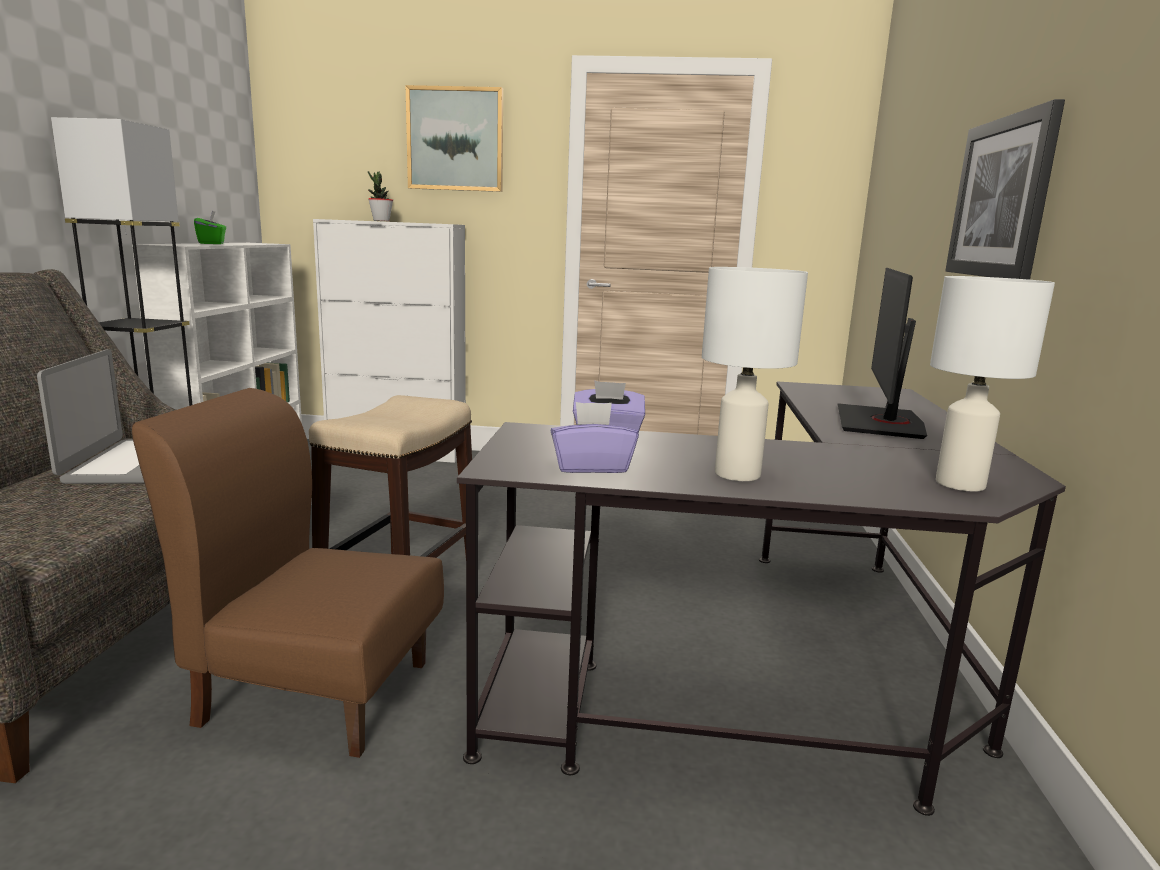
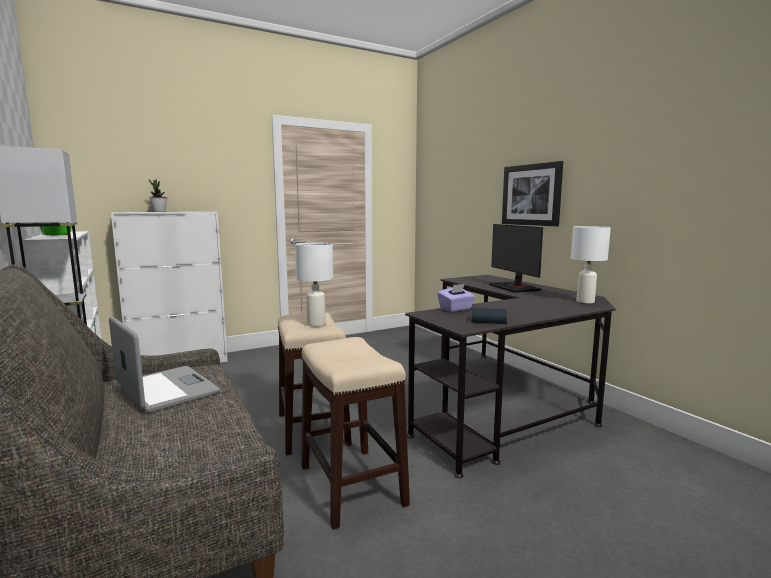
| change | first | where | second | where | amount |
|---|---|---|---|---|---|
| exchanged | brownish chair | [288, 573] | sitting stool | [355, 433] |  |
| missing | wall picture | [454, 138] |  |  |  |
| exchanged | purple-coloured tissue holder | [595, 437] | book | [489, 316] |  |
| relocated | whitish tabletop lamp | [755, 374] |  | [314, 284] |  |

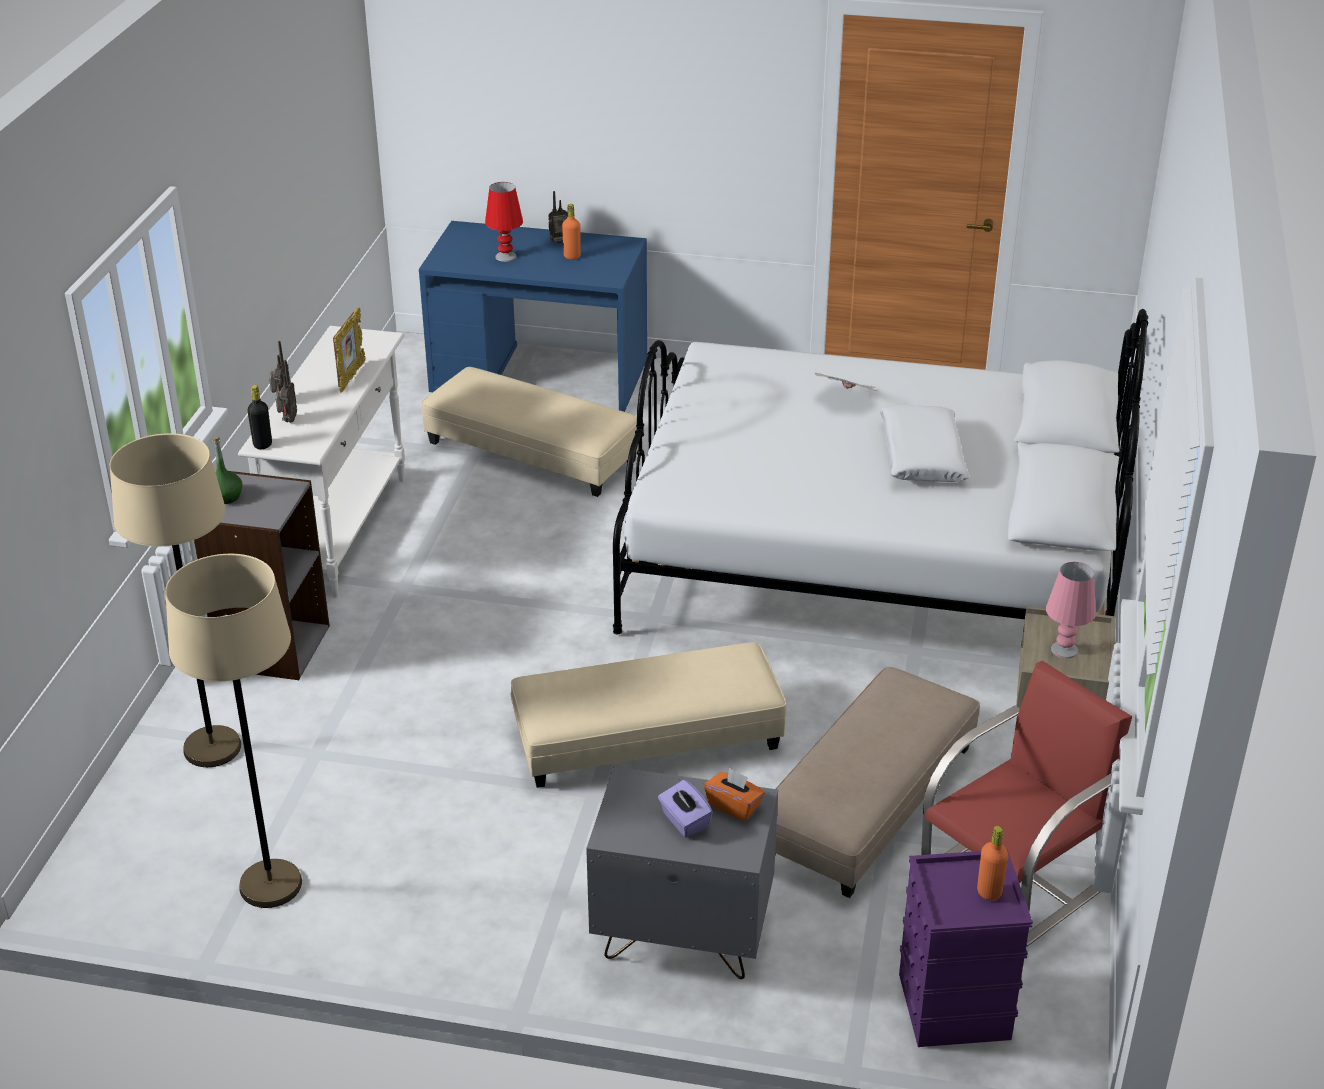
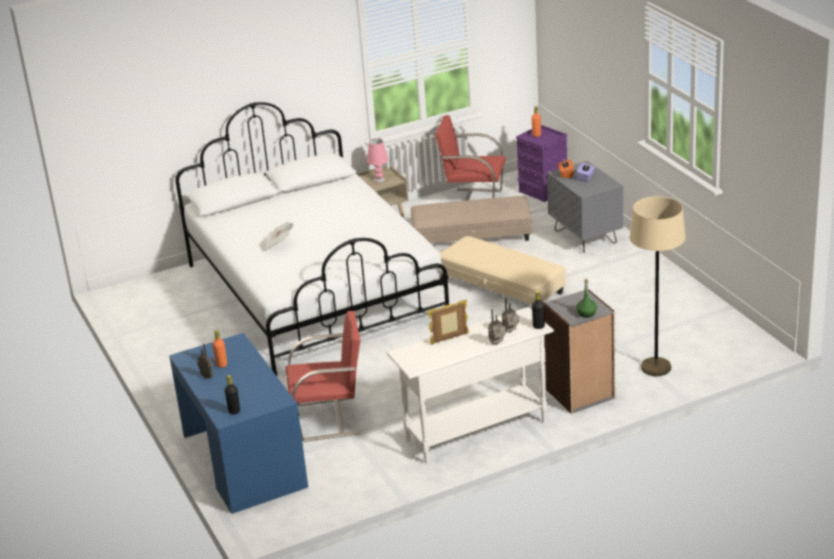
| change | first | where | second | where | amount |
|---|---|---|---|---|---|
| missing | sand-coloured standard lamp | [233, 731] |  |  |  |
| exchanged | sand-coloured ottoman | [530, 432] | red chair | [323, 376] |  |
| missing | red tabletop lamp | [504, 222] |  |  |  |
| missing | whitish cushion | [925, 443] |  |  |  |
| appeared |  |  | black-coloured drink bottle | [232, 394] |  |

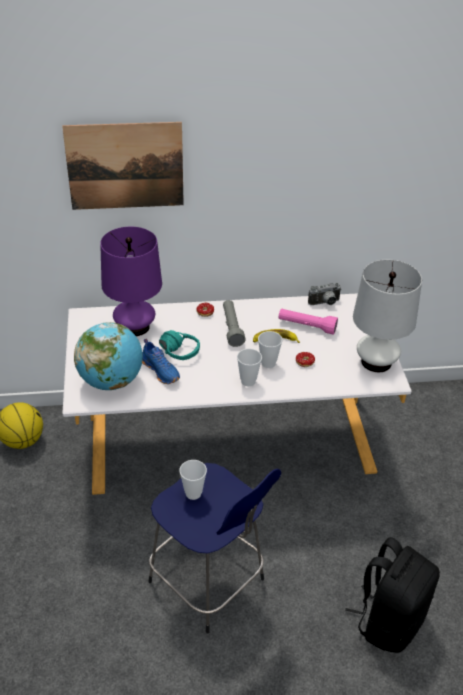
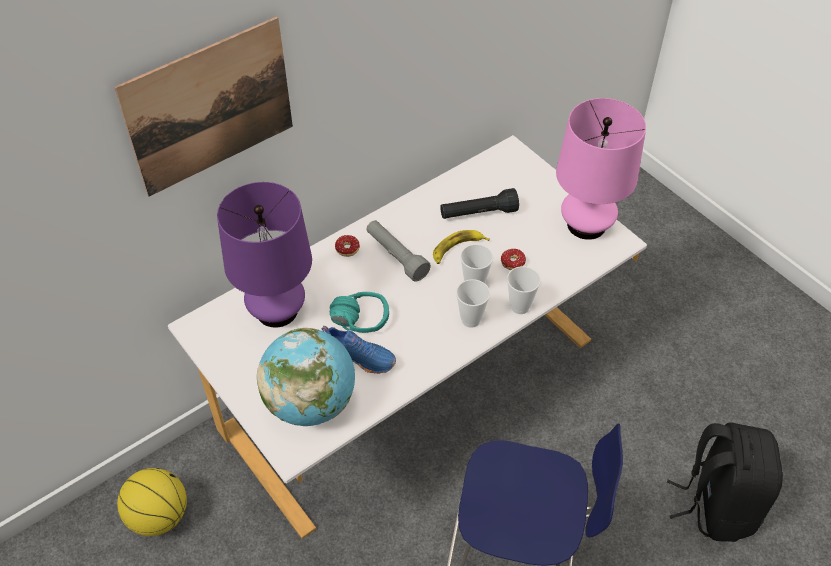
| change | first | where | second | where | amount |
|---|---|---|---|---|---|
| relocated | cup | [193, 480] |  | [524, 290] |  |
| colour | pink-coloured torch | [308, 322] | black-coloured torch | [479, 203] |  |
| missing | still camera | [325, 294] |  |  |  |
| colour | whitish tabletop lamp | [387, 316] | pink-coloured tabletop lamp | [601, 169] |  |

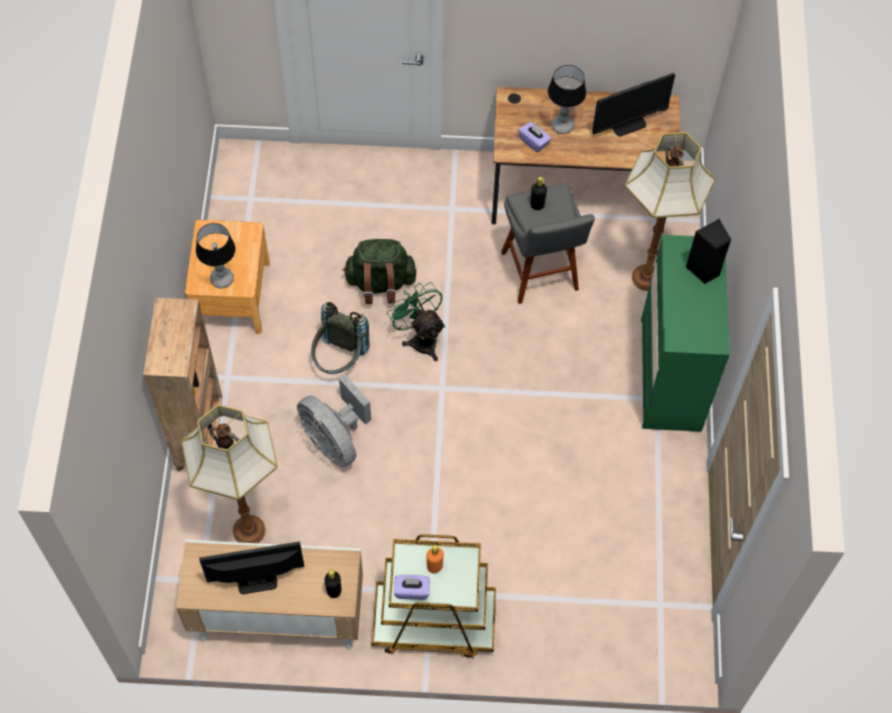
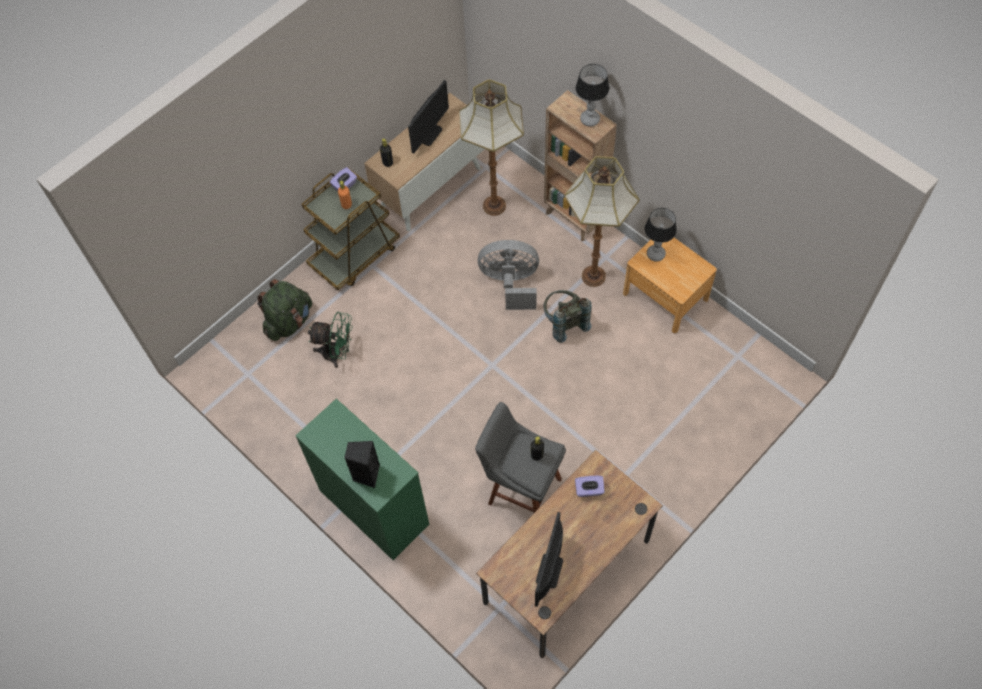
| change | first | where | second | where | amount |
|---|---|---|---|---|---|
| relocated | green knapsack | [380, 271] |  | [285, 310] |  |
| relocated | green fan | [416, 321] |  | [330, 340] |  |
| relocated | tabletop lamp | [567, 99] |  | [592, 95] |  |
| relocated | standard lamp | [670, 211] |  | [601, 221] |  |

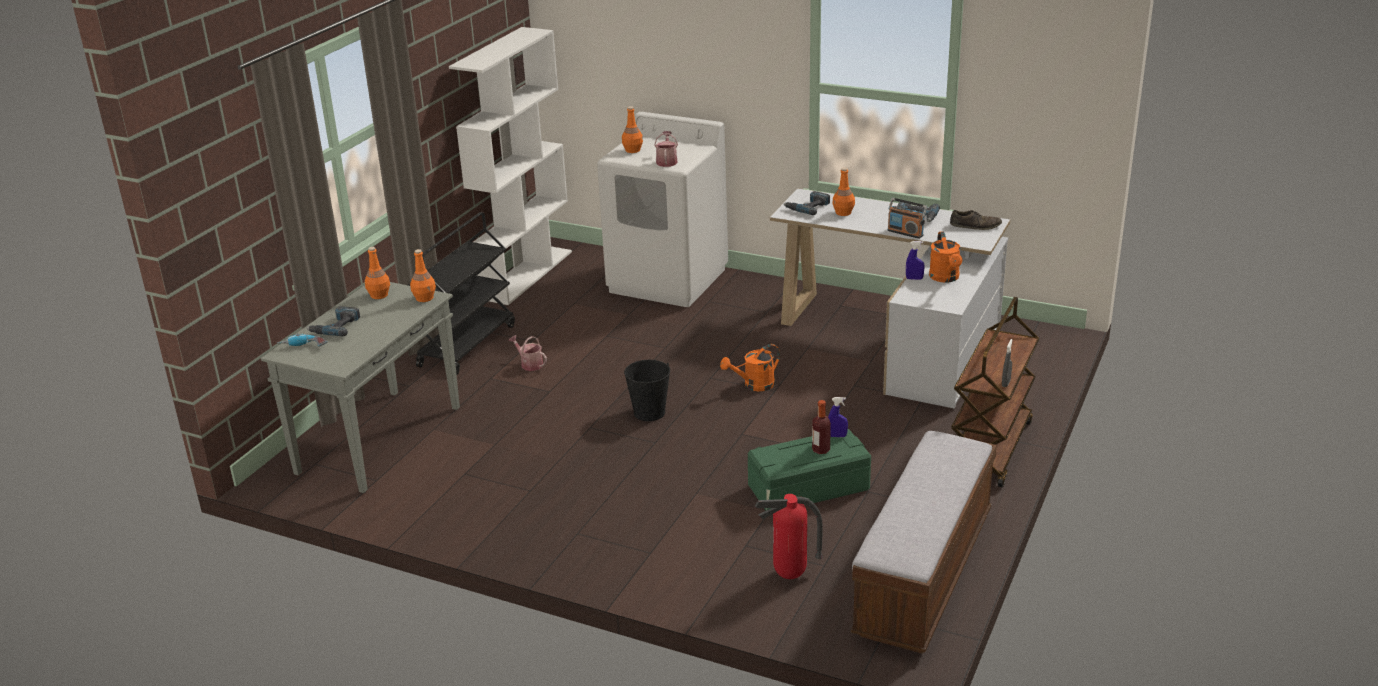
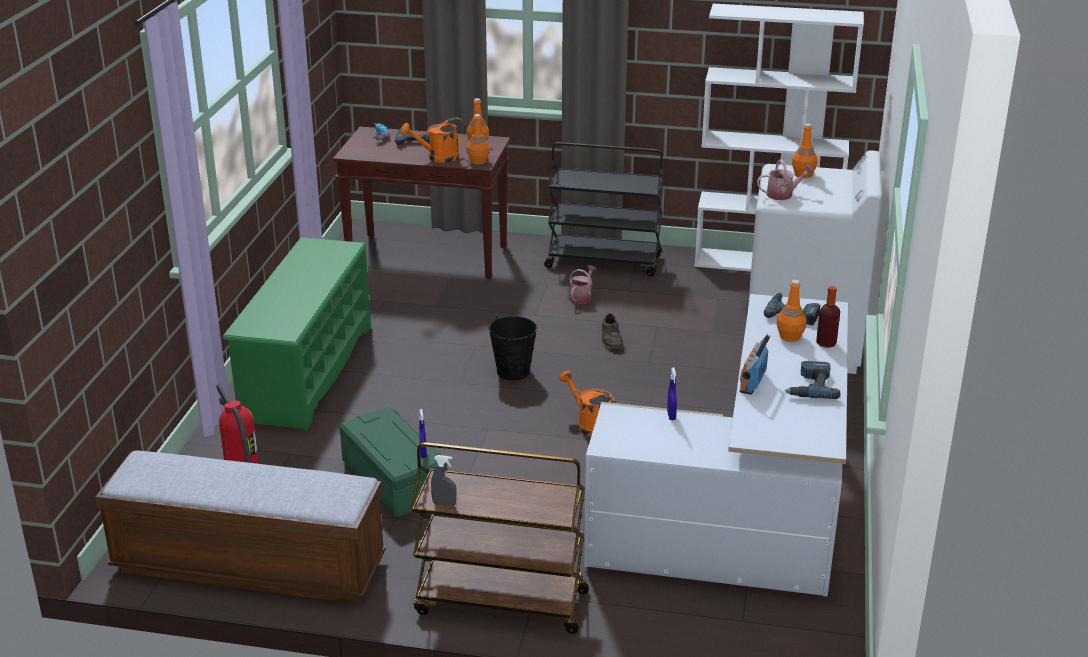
| change | first | where | second | where | amount |
|---|---|---|---|---|---|
| colour | grey console table | [360, 387] | brownish console table | [421, 203] |  |
| relocated | drink bottle | [821, 427] |  | [828, 317] |  |
| relocated | orange watering can | [945, 257] |  | [433, 140] |  |
| relocated | brownish shoe | [976, 220] |  | [612, 331] |  |
| appeared |  |  | green shoe rack | [296, 334] |  |

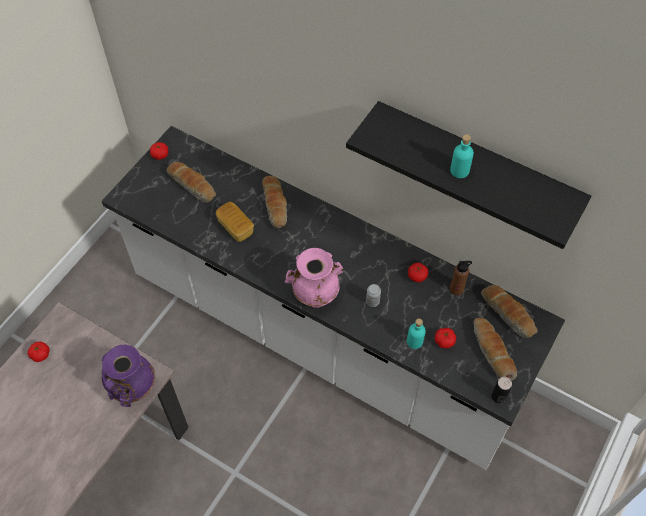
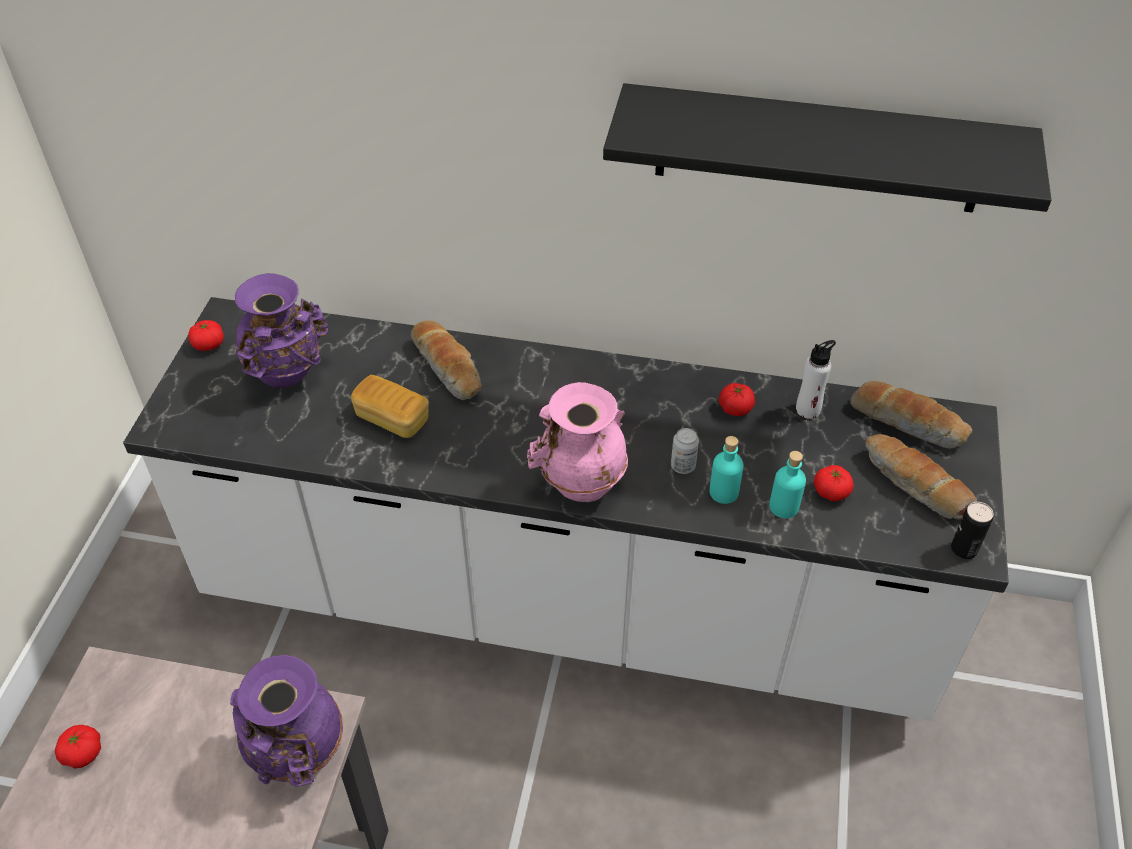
| change | first | where | second | where | amount |
|---|---|---|---|---|---|
| exchanged | bakery bread | [191, 182] | purple-coloured vase | [281, 330] |  |
| relocated | turquoise-coloured drink bottle | [462, 156] |  | [726, 470] |  |
| colour | brownish drink bottle | [461, 278] | whitish drink bottle | [816, 379] |  |

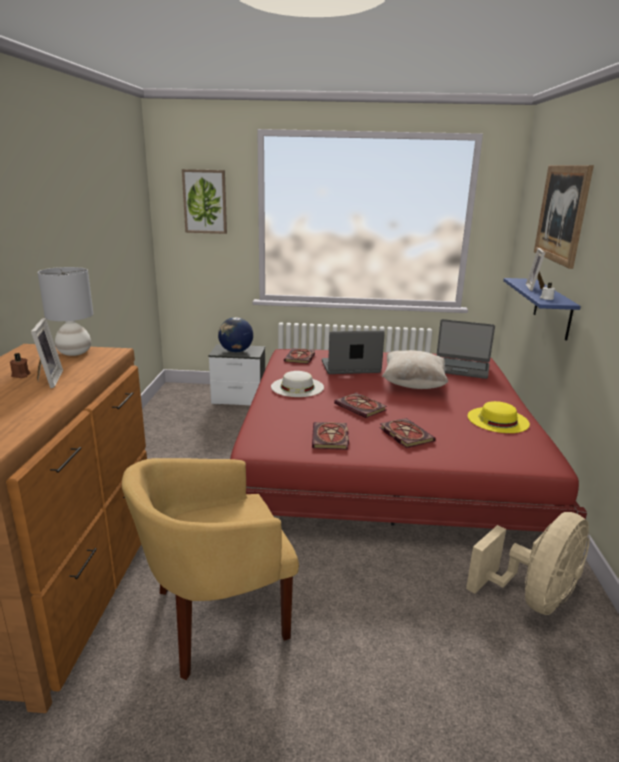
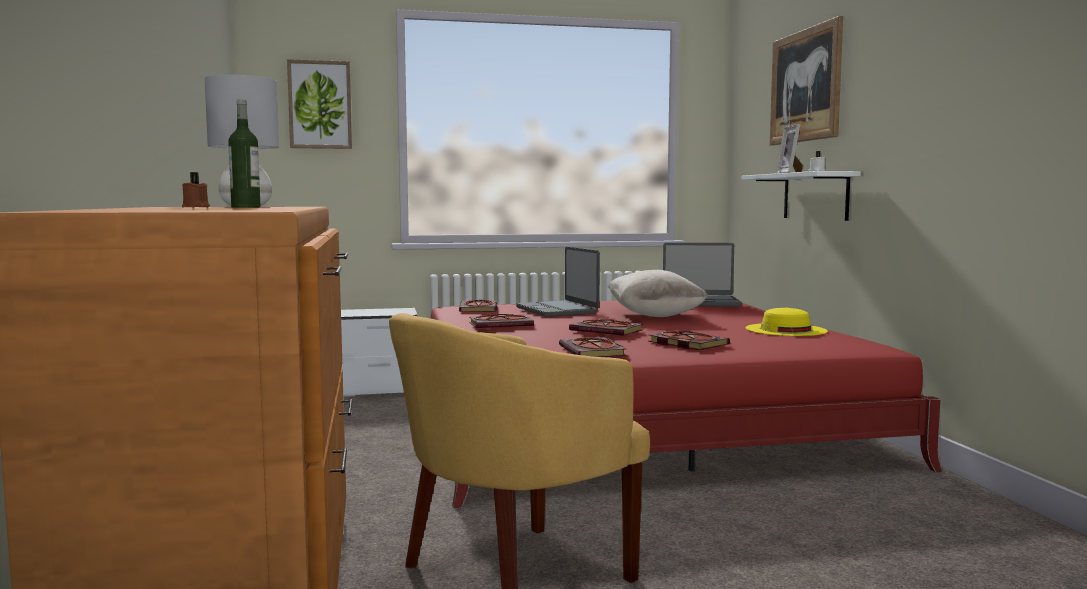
| change | first | where | second | where | amount |
|---|---|---|---|---|---|
| exchanged | picture frame | [47, 353] | drink bottle | [244, 153] |  |
| missing | globe | [235, 334] |  |  |  |
| exchanged | whitish hat | [297, 384] | book | [501, 321] |  |
| spun | laptop | [353, 352] |  | [558, 282] | 90 degrees counterclockwise |
| missing | sand-coloured fan | [528, 563] |  |  |  |
| colour | bluish shelf | [542, 309] | whitish shelf | [801, 196] |  |

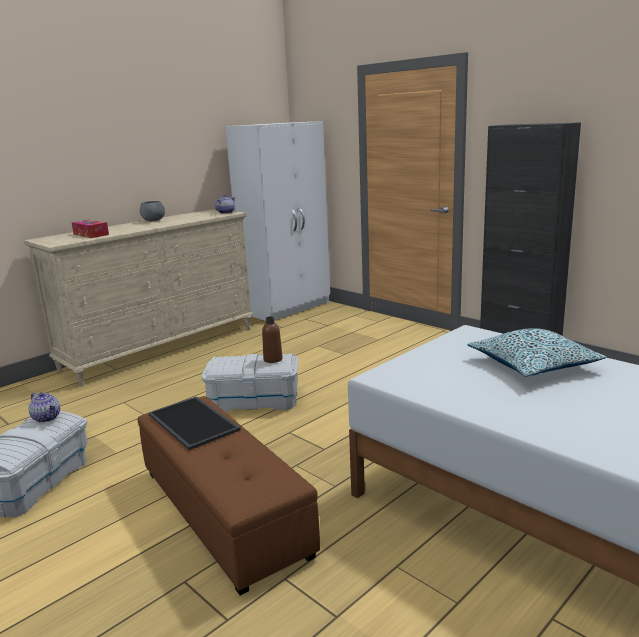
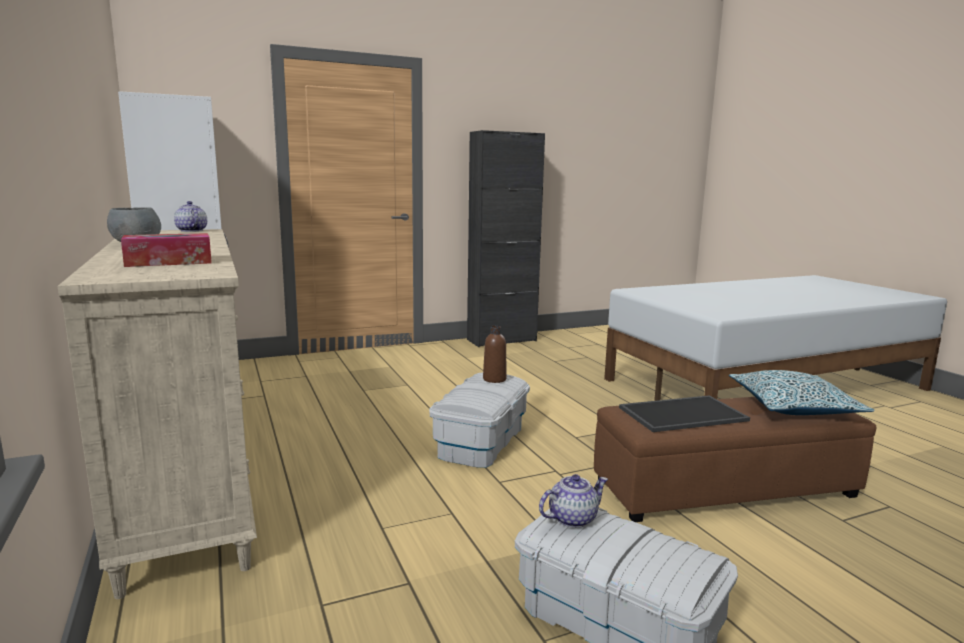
| change | first | where | second | where | amount |
|---|---|---|---|---|---|
| relocated | cushion | [537, 352] |  | [802, 392] |  |

